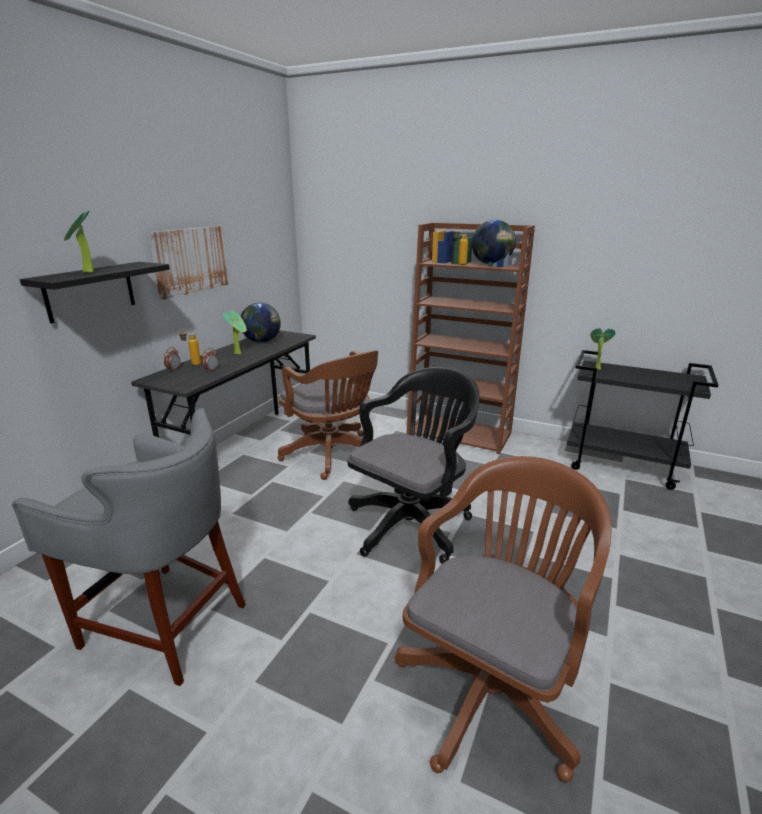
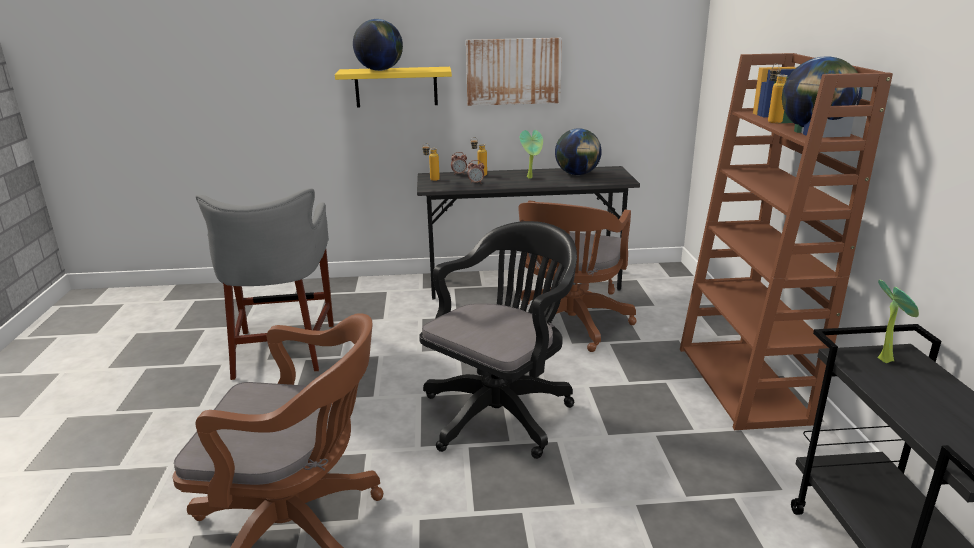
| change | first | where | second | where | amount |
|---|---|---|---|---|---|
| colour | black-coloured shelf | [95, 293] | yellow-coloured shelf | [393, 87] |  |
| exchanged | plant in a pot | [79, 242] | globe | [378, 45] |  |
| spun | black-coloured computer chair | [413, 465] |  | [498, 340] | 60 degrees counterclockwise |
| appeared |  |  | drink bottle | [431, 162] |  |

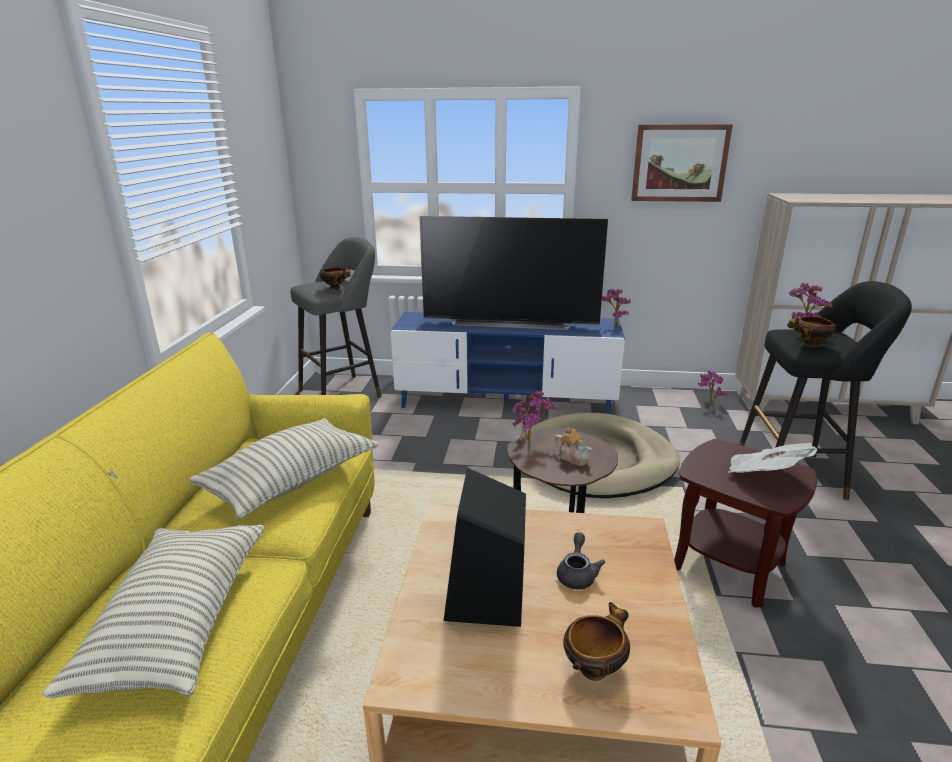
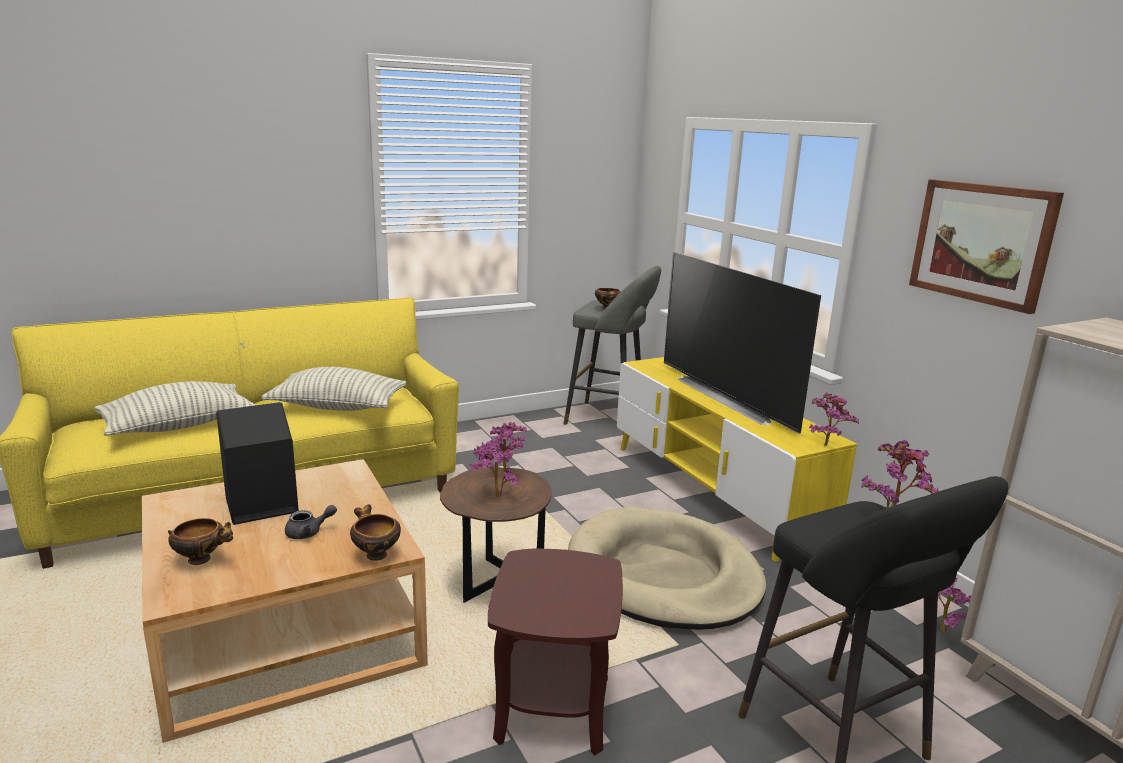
| change | first | where | second | where | amount |
|---|---|---|---|---|---|
| colour | bluish tv unit | [508, 363] | yellow-coloured tv unit | [737, 459] |  |
| exchanged | teapot | [573, 446] | plant in a pot | [494, 469] |  |
| missing | printed paper | [772, 458] |  |  |  |
| relocated | bowl | [812, 331] |  | [375, 532] |  |

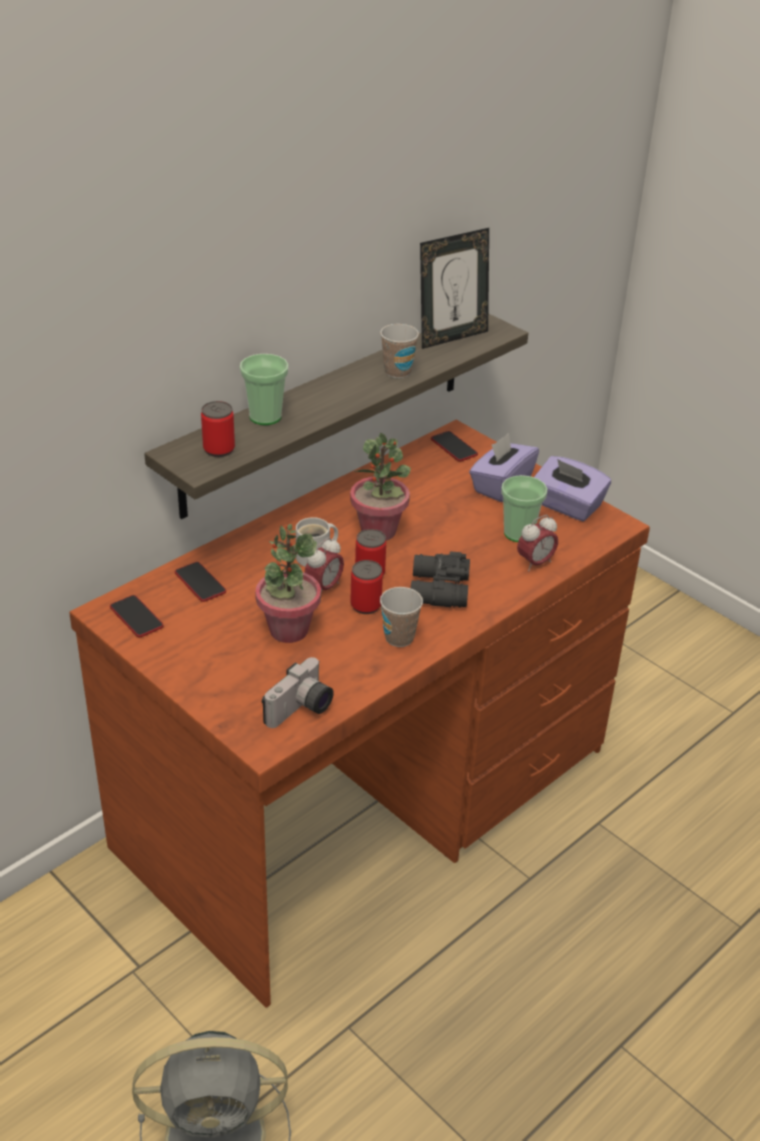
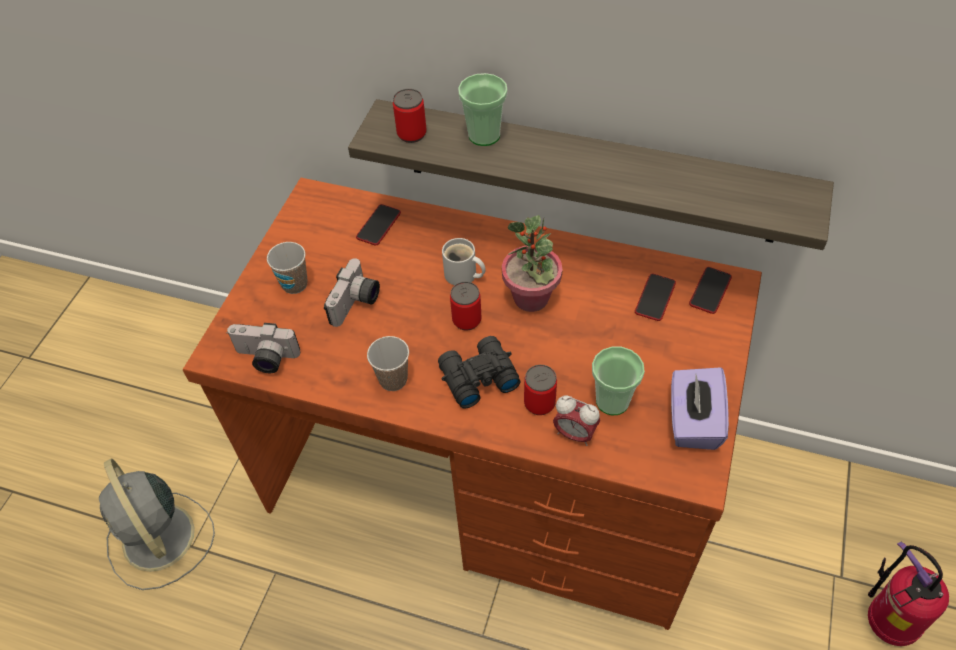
| change | first | where | second | where | amount |
|---|---|---|---|---|---|
| relocated | handset | [137, 616] |  | [655, 297] |  |
| exchanged | plant in a pot | [288, 583] | still camera | [352, 292] |  |
| missing | alarm clock | [324, 565] |  |  |  |
| relocated | metal can | [366, 587] |  | [540, 390] |  |
| relocated | cup | [399, 351] |  | [287, 268] |  |
| missing | picture frame | [454, 288] |  |  |  |
| missing | purple-coloured tissue holder | [504, 467] |  |  |  |
| appeared |  |  | fire-fighting cylinder | [908, 594] |  |

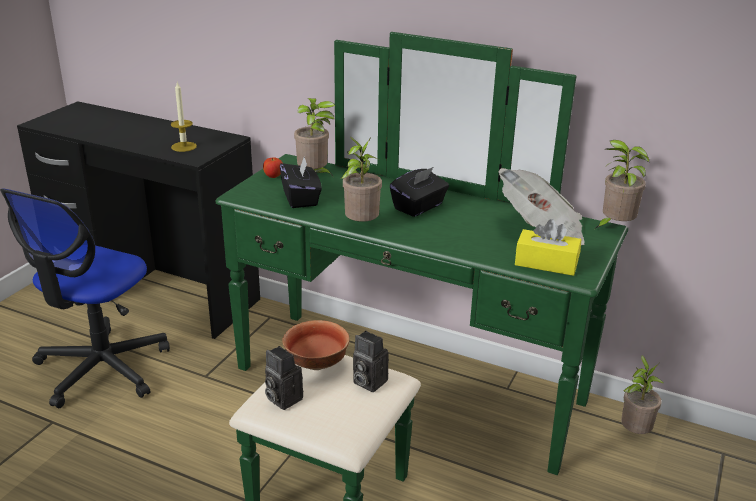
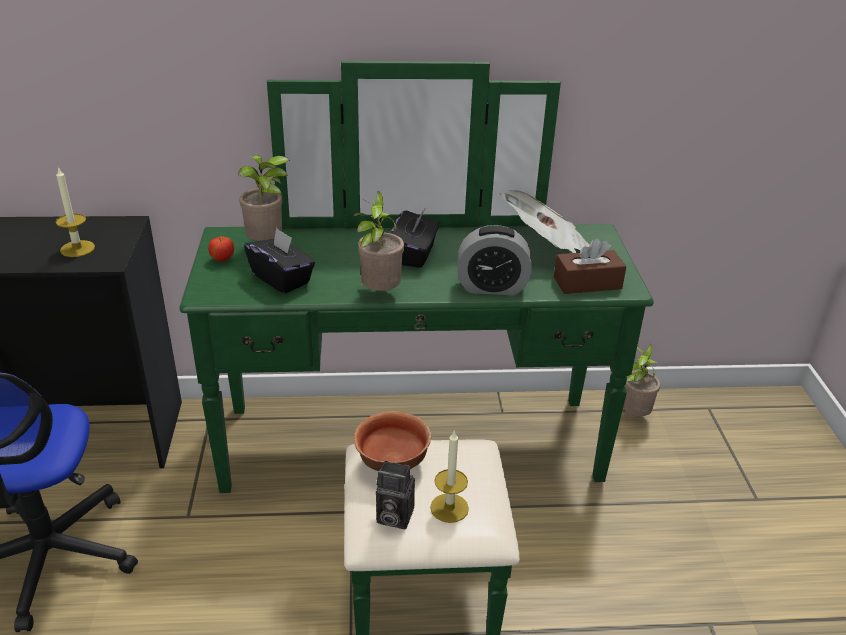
| change | first | where | second | where | amount |
|---|---|---|---|---|---|
| missing | still camera | [371, 361] |  |  |  |
| colour | yellow-coloured tissue holder | [548, 247] | brownish tissue holder | [590, 266] |  |
| missing | plant in a pot | [622, 184] |  |  |  |
| appeared |  |  | candle | [449, 476] |  |
| appeared |  |  | alarm clock | [494, 260] |  |

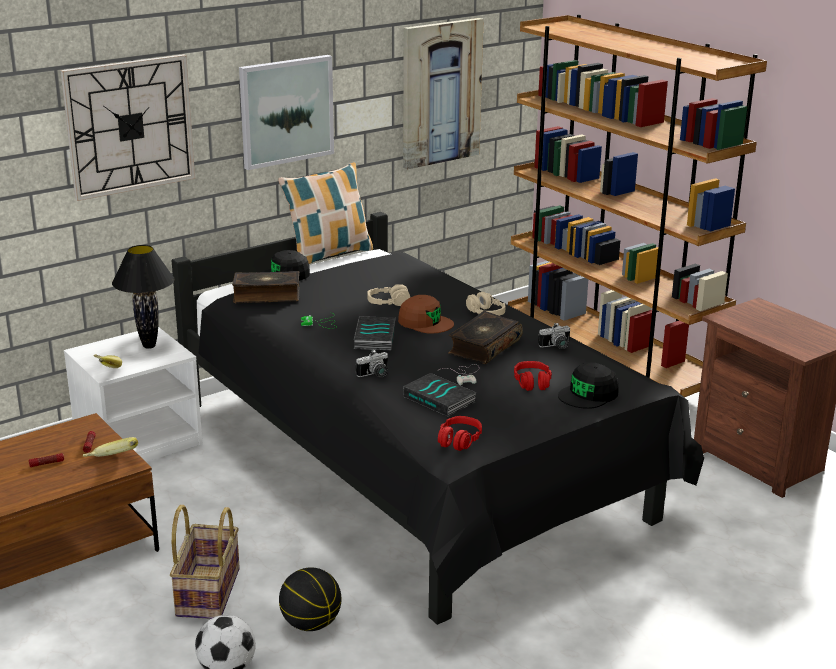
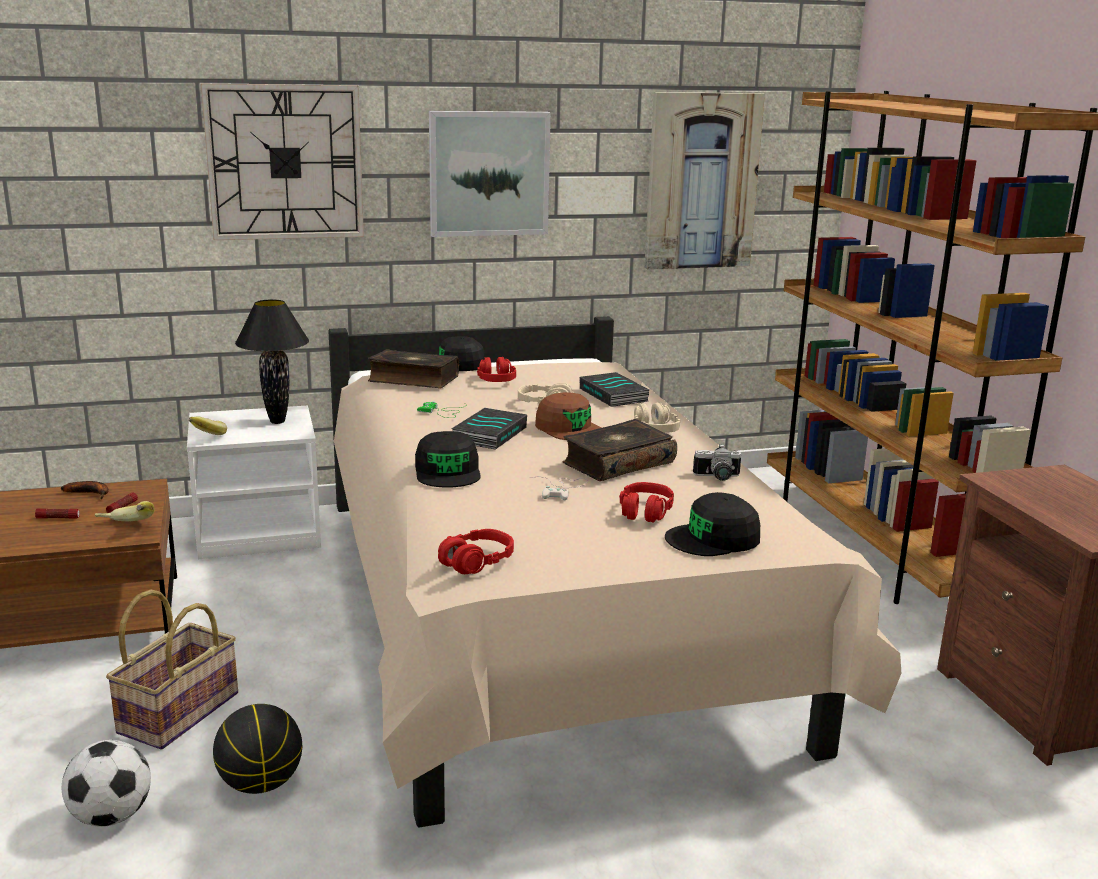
| change | first | where | second | where | amount |
|---|---|---|---|---|---|
| colour | black-coloured bed | [438, 418] | sand-coloured bed | [614, 572] |  |
| missing | cushion | [325, 213] |  |  |  |
| exchanged | still camera | [372, 363] | black-coloured peaked cap | [448, 459] |  |
| relocated | book | [440, 395] |  | [615, 389] |  |
| appeared |  |  | banana fruit | [84, 490] |  |
| appeared |  |  | red pair of headphones | [496, 369] |  |

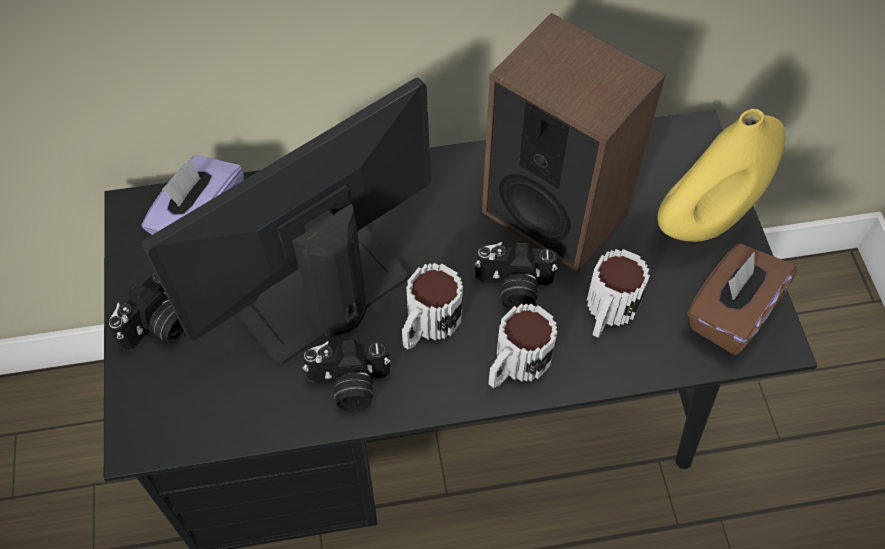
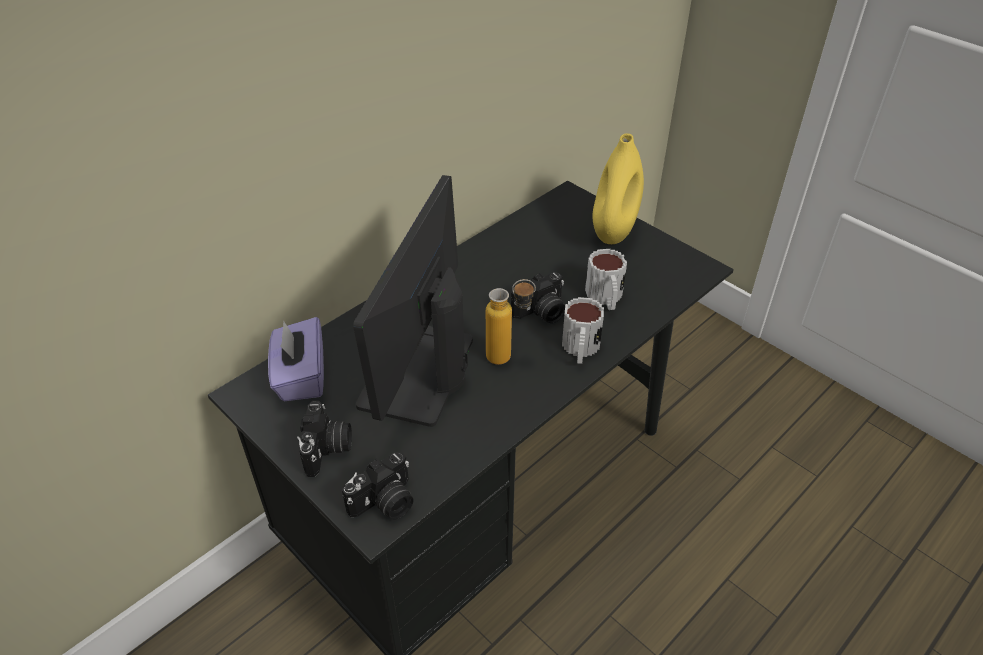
| change | first | where | second | where | amount |
|---|---|---|---|---|---|
| relocated | still camera | [346, 375] |  | [378, 486] |  |
| exchanged | mug | [432, 306] | drink bottle | [511, 322] |  |
| missing | loudspeaker | [573, 143] |  |  |  |
| missing | brownish tissue holder | [742, 299] |  |  |  |

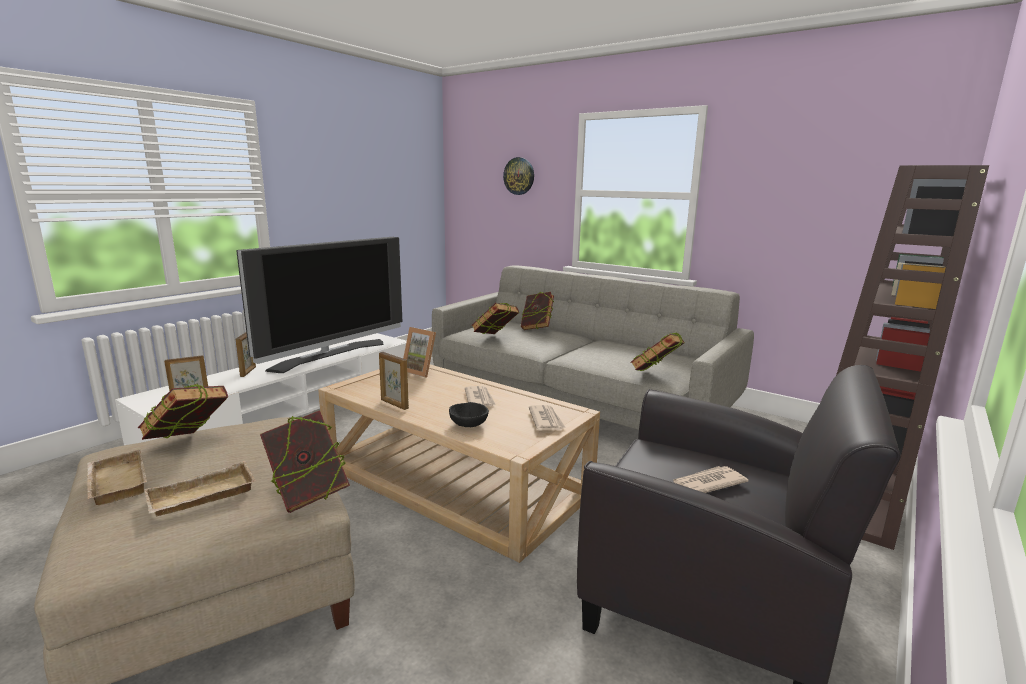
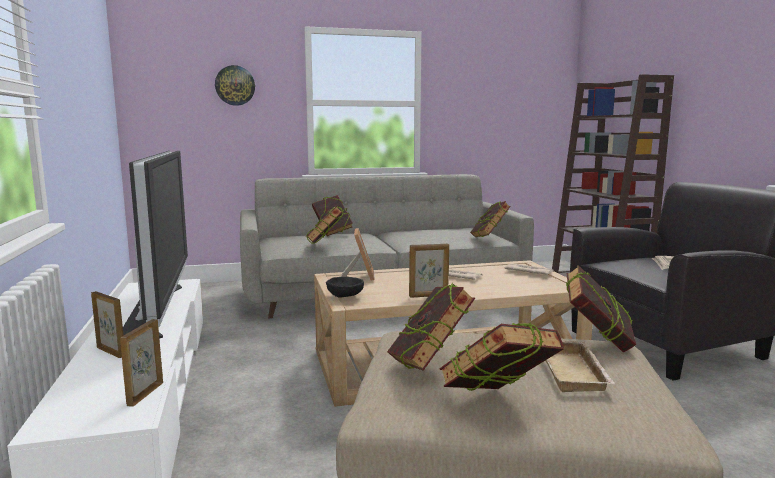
| change | first | where | second | where | amount |
|---|---|---|---|---|---|
| exchanged | sand-coloured serving tray | [116, 477] | book | [502, 357] |  |
| spun | picture frame | [419, 352] |  | [358, 254] | 75 degrees counterclockwise |
| relocated | black-coloured bowl | [469, 414] |  | [345, 287] |  |

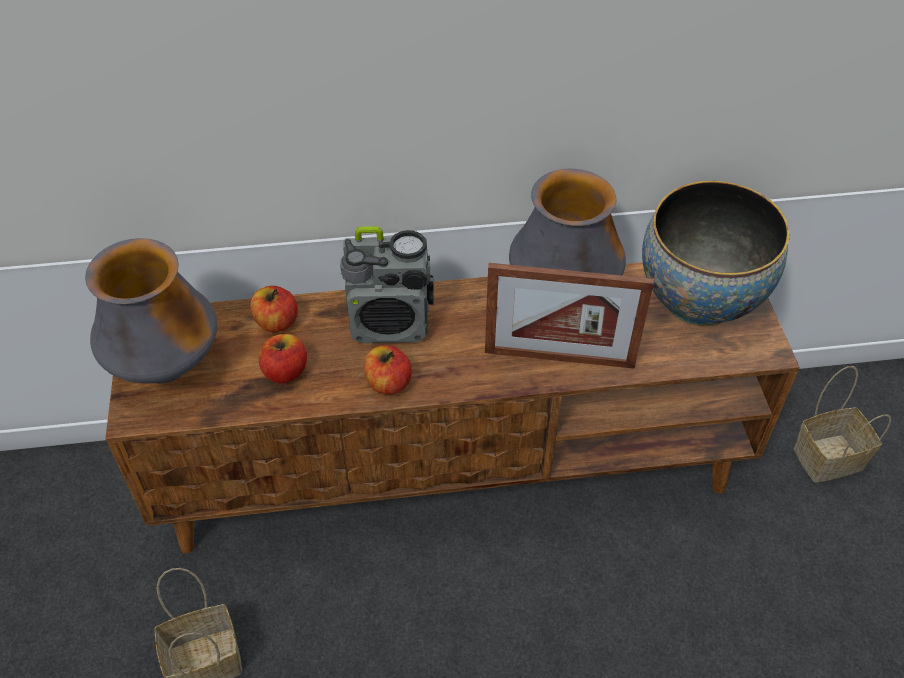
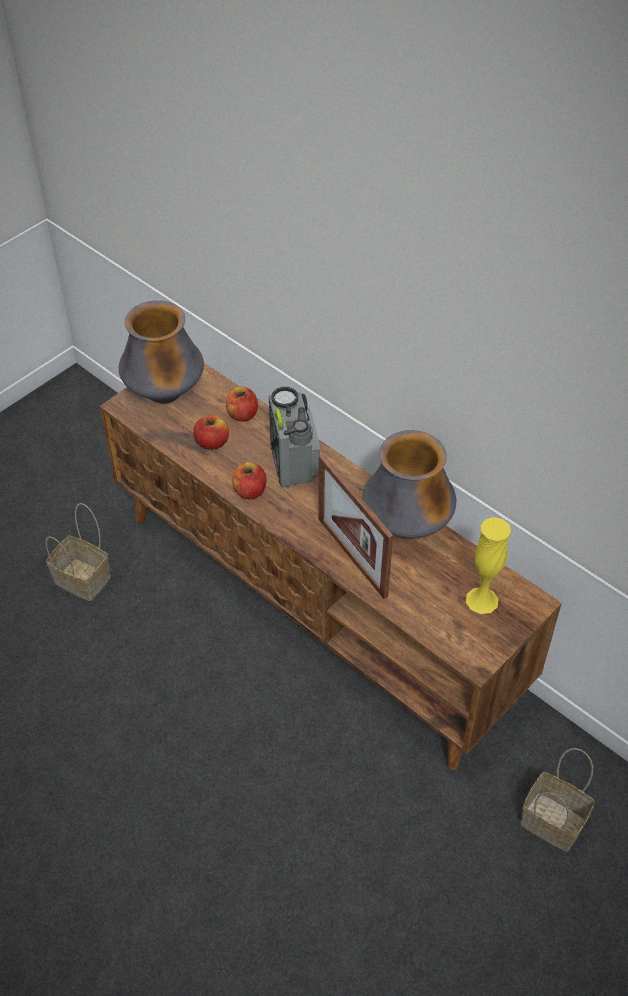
| change | first | where | second | where | amount |
|---|---|---|---|---|---|
| spun | radio | [386, 284] |  | [294, 437] | 150 degrees counterclockwise |
| exchanged | bowl | [716, 253] | yellow-coloured vase | [488, 565] |  |

